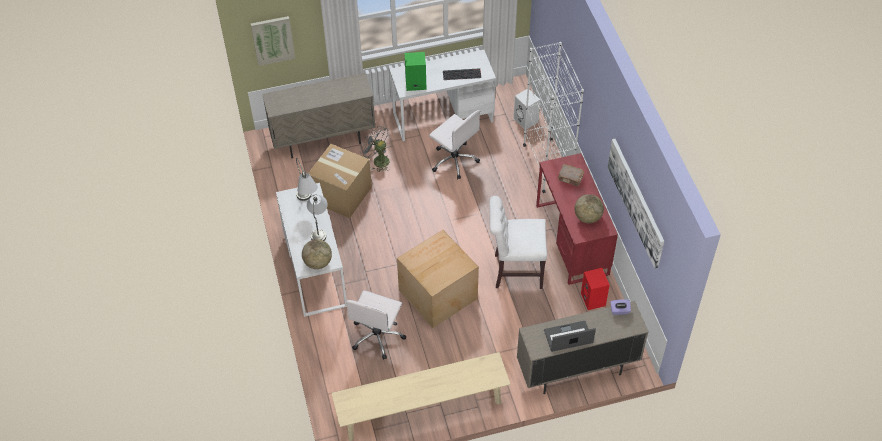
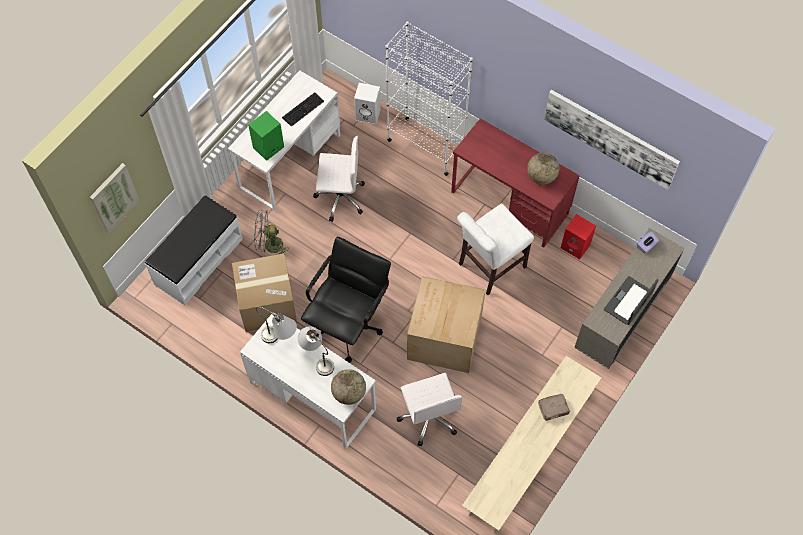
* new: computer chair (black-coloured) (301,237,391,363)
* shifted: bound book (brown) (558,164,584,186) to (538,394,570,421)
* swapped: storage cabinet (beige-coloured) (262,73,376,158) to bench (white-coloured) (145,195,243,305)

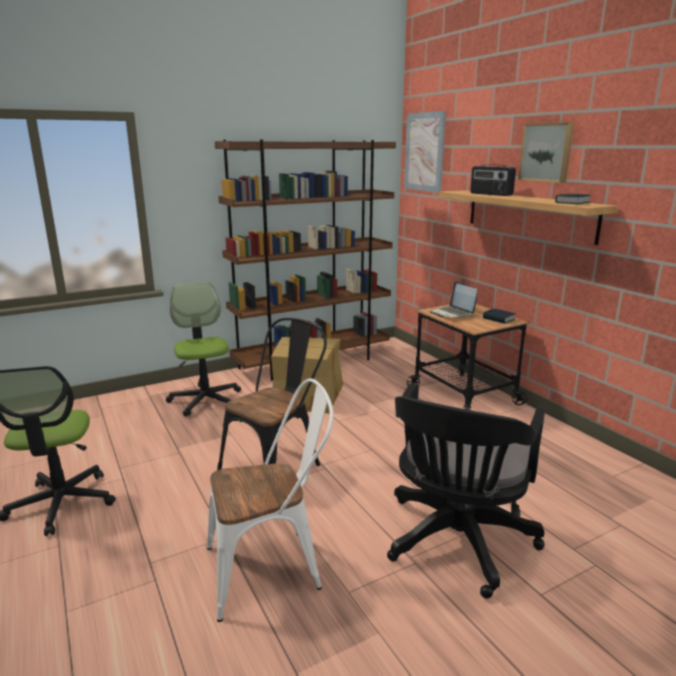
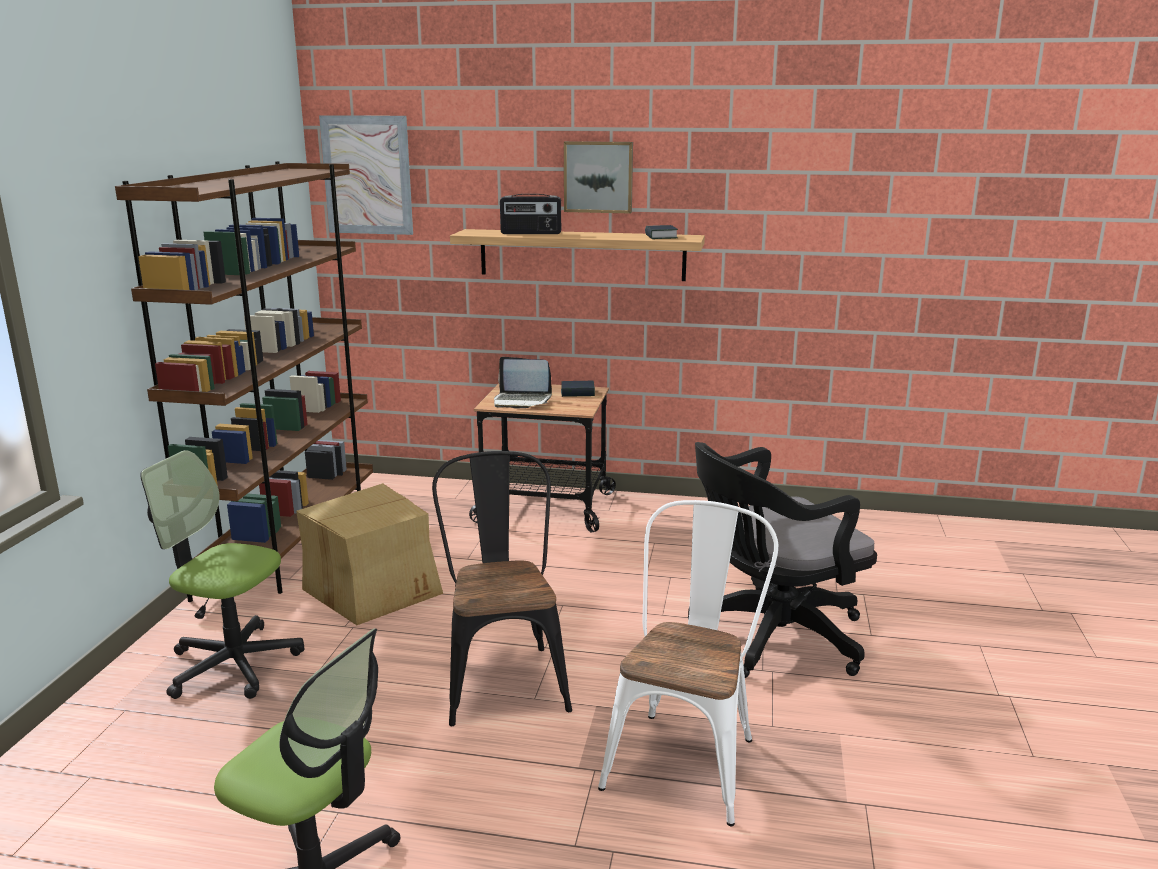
* rotated: computer chair (black-coloured) (387,383,545,599) = (688,442,877,678) 90 degrees clockwise

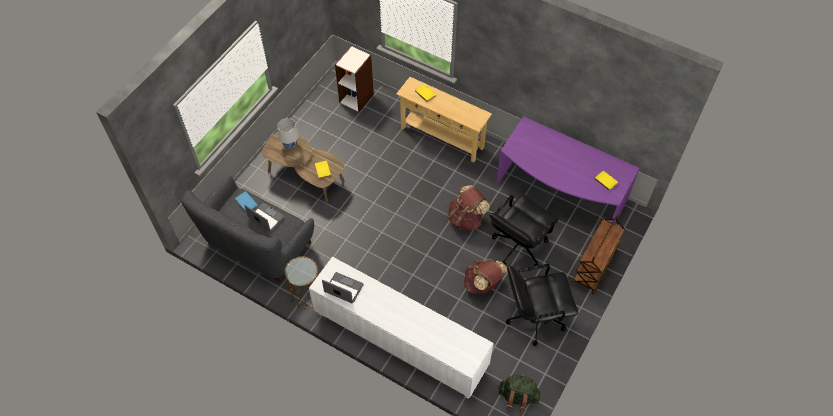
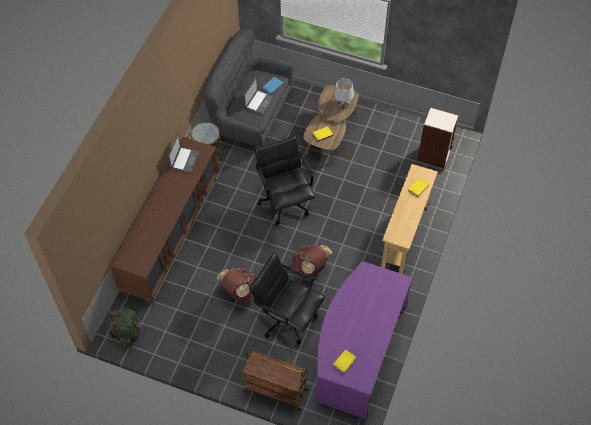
* shifted: computer chair (black-coloured) (506,264,578,346) to (255,136,315,225)
* repainted: storage cabinet (white-coloured) (309,257,494,399) to storage cabinet (brown) (111,137,219,304)

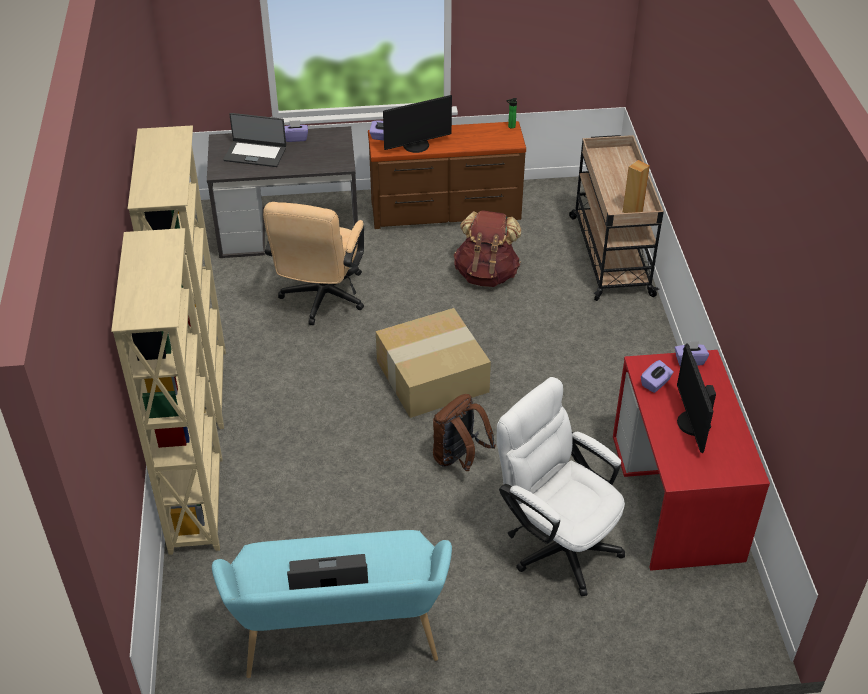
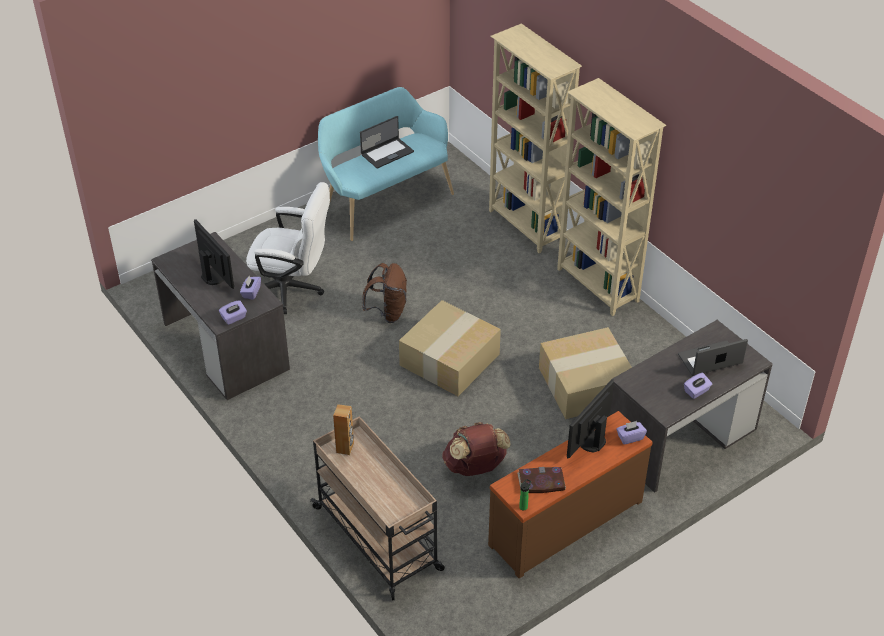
* new: bound book (517,467,566,493)
* swapped: computer chair (beige-coloured) (263,202,364,325) to carton (539,327,632,419)
* repainted: desk table (red-coloured) (613,350,770,571) to desk table (gray) (151,232,290,400)

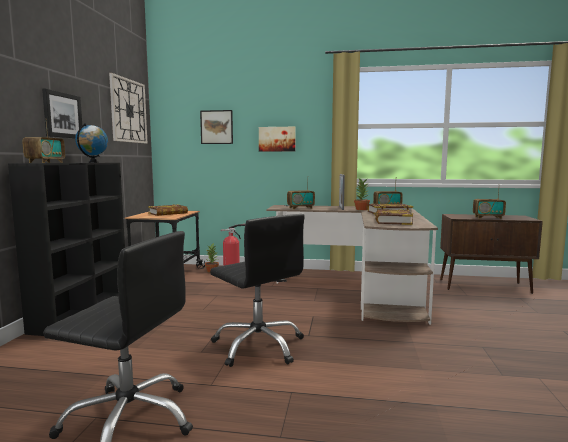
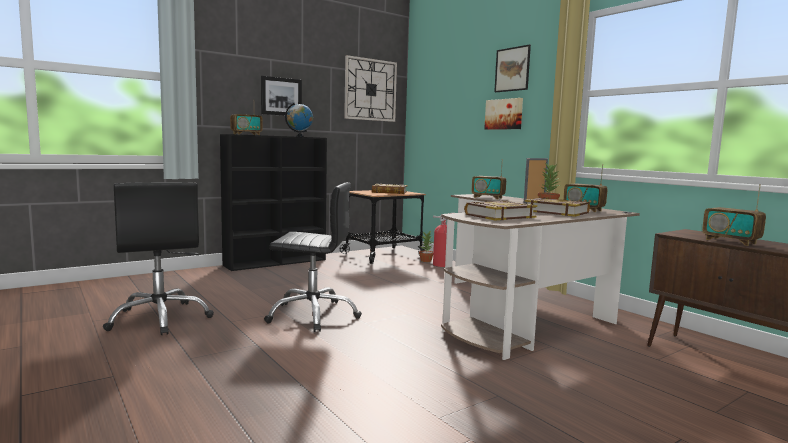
* shifted: wall picture (200,110,233,144) to (494,44,531,92)
* rotated: computer chair (black-coloured) (210,214,305,367) = (264,182,362,332) 90 degrees counterclockwise

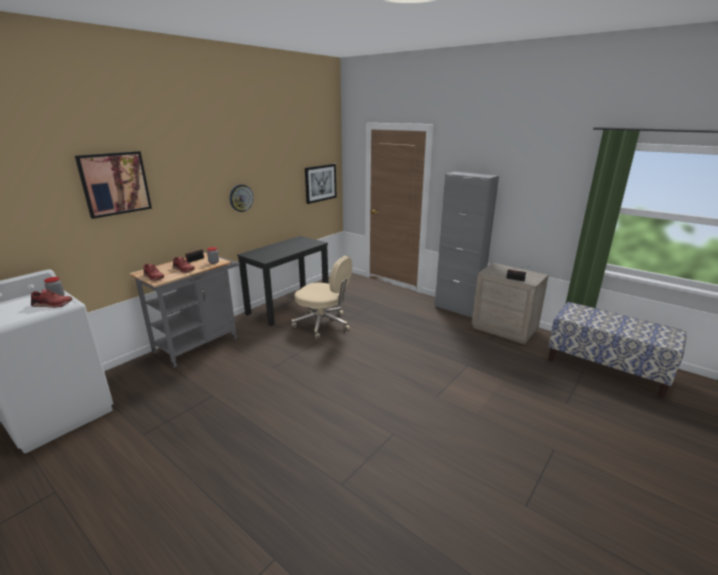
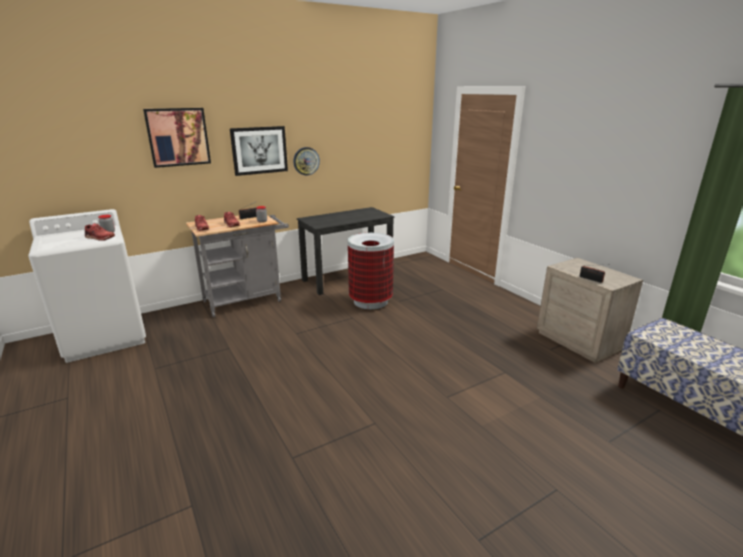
* gone: storage cabinet (gray) (435,172,499,317)
* shifted: wall picture (305,164,337,204) to (230,126,288,176)
* swapped: computer chair (beige-coloured) (291,256,352,339) to rubbish bin (348,233,394,309)

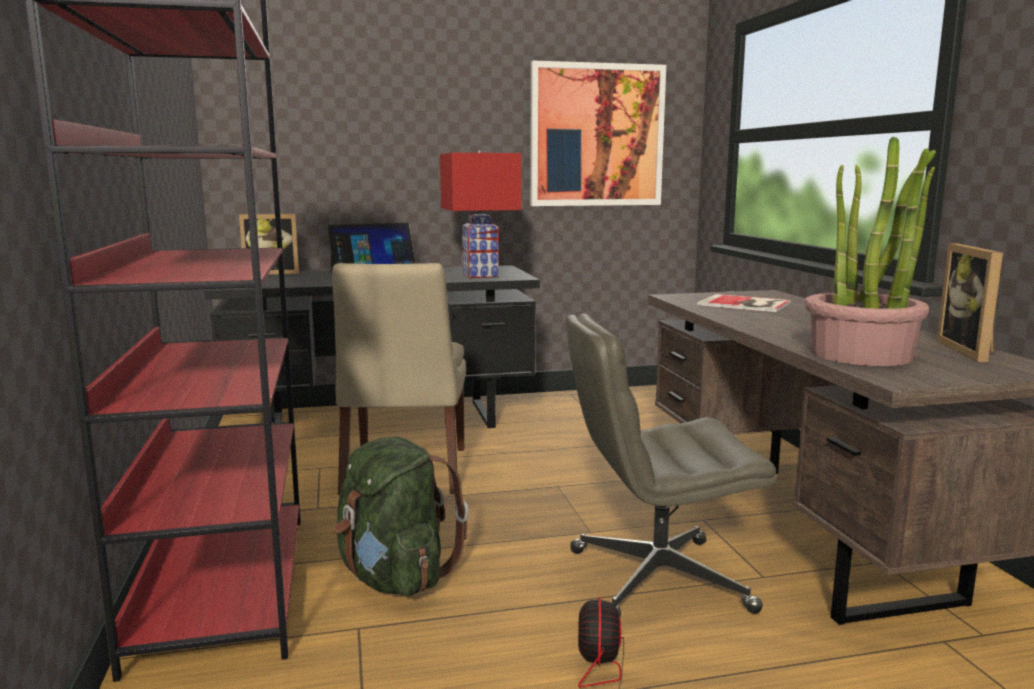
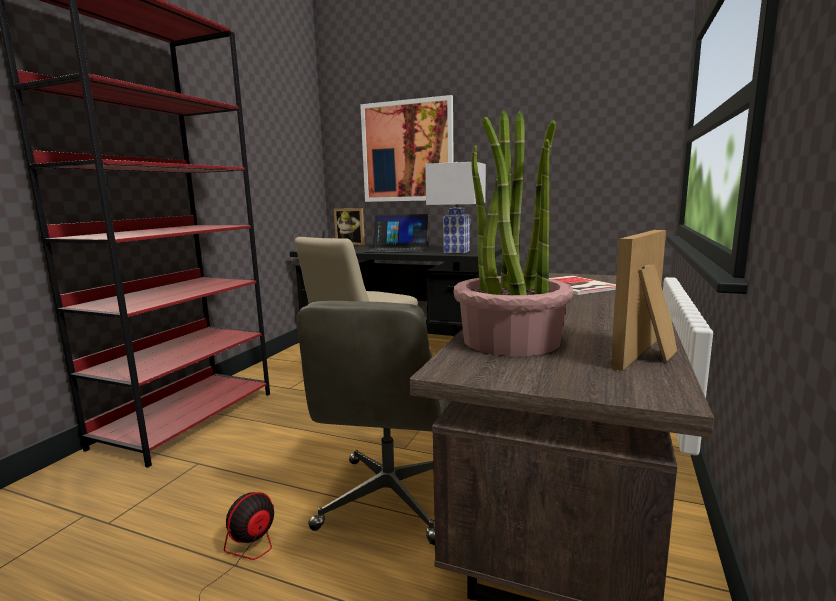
* gone: knapsack (green-coloured) (333,437,469,596)
* shifted: wall picture (530,61,666,206) to (360,95,454,202)
* repainted: lamp for a table (red-coloured) (440,150,521,278) to lamp for a table (white-coloured) (425,161,486,253)
* rotated: computer chair (gray) (566,314,777,617) = (297,301,450,545) 105 degrees counterclockwise

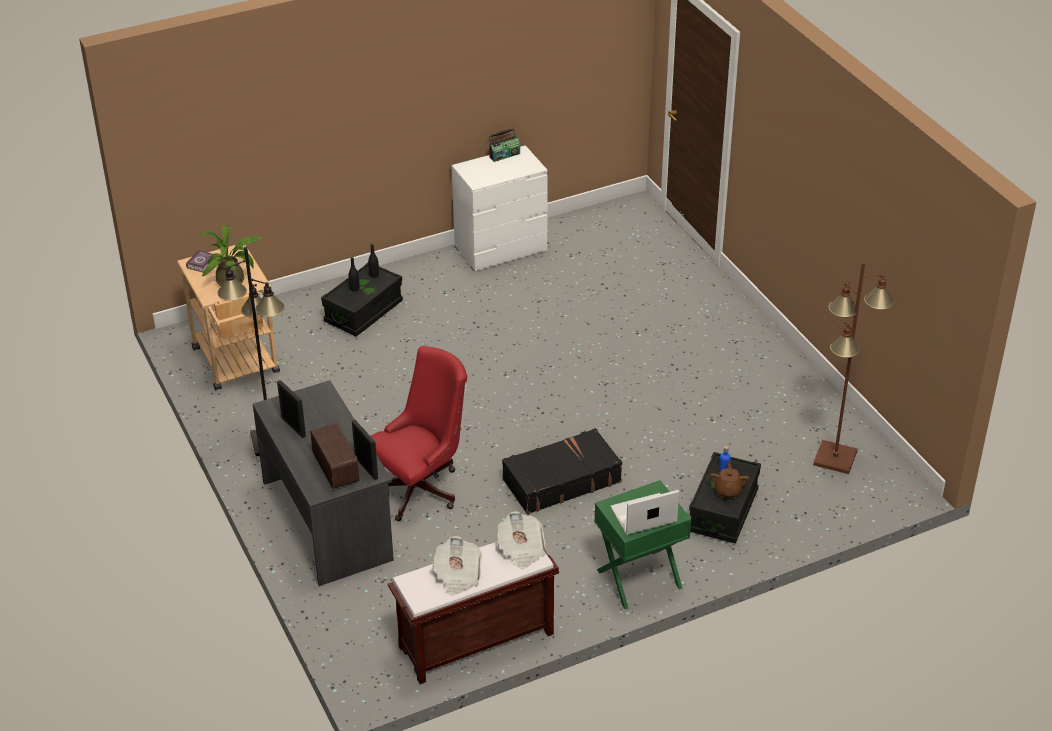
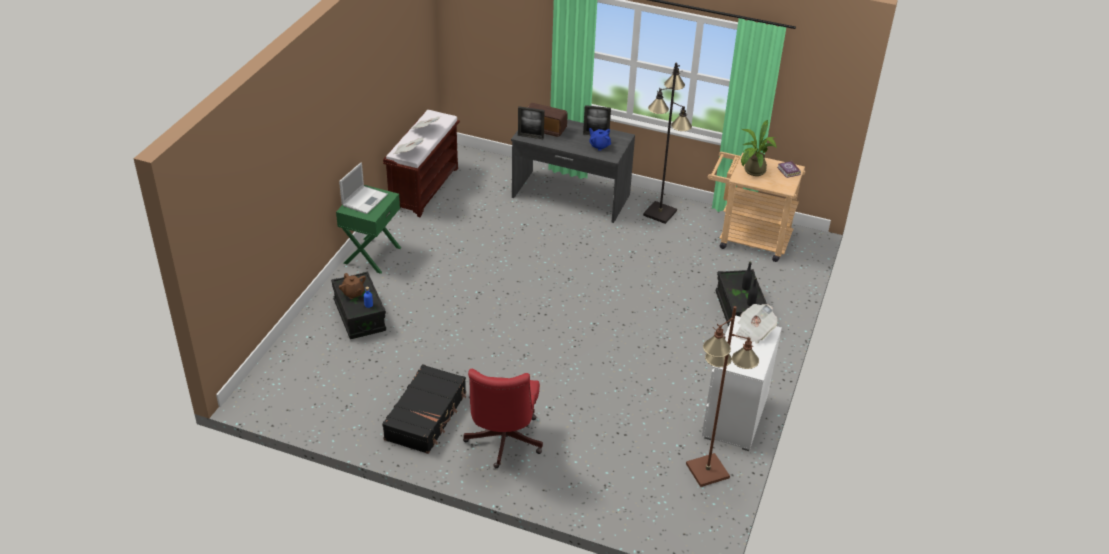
* gone: radio receiver (489,128,520,162)
* new: tea pot (bluish) (589,128,611,151)
* new: daily paper (736,304,778,343)
* shifted: computer chair (red-coloured) (371,346,467,521) to (463,369,543,468)
* shifted: piece of luggage (black-coloured) (502,428,622,514) to (382,364,466,454)
* shifted: standard lamp (brown) (813,262,894,474) to (686,306,759,487)

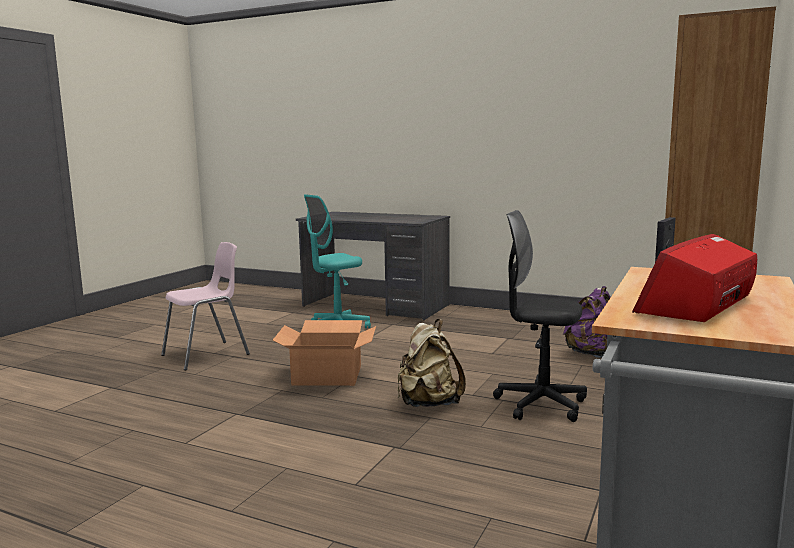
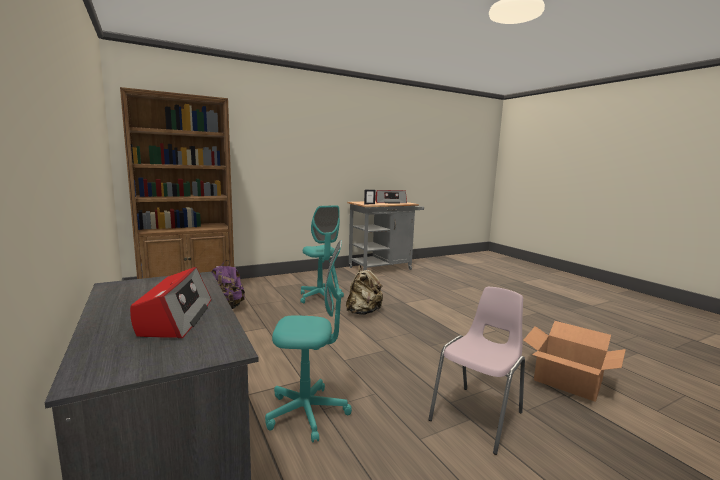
* new: radio receiver (130,267,212,338)
* shifted: carton (273,320,376,386) to (523,321,626,402)
* repainted: computer chair (black-coloured) (493,210,587,422) to computer chair (turquoise-coloured) (300,205,344,304)
* rotated: chair (pink-coloured) (161,242,250,370) = (428,287,525,455) 135 degrees clockwise

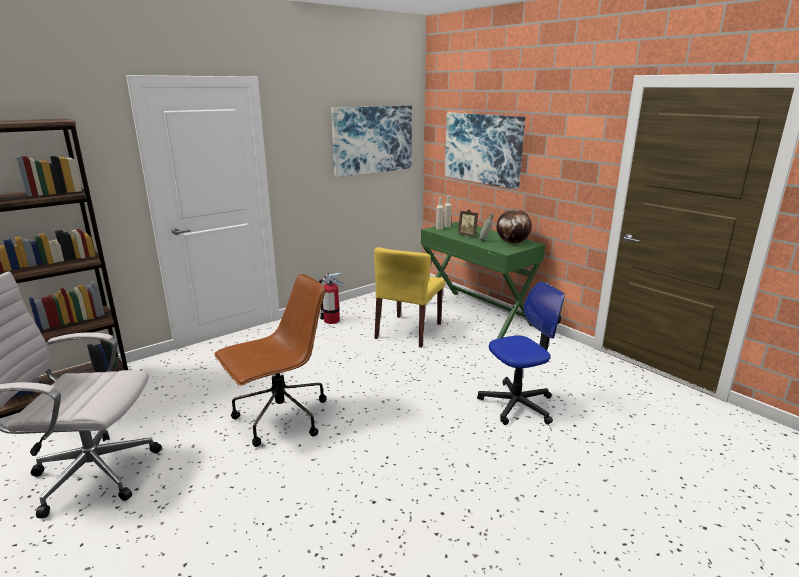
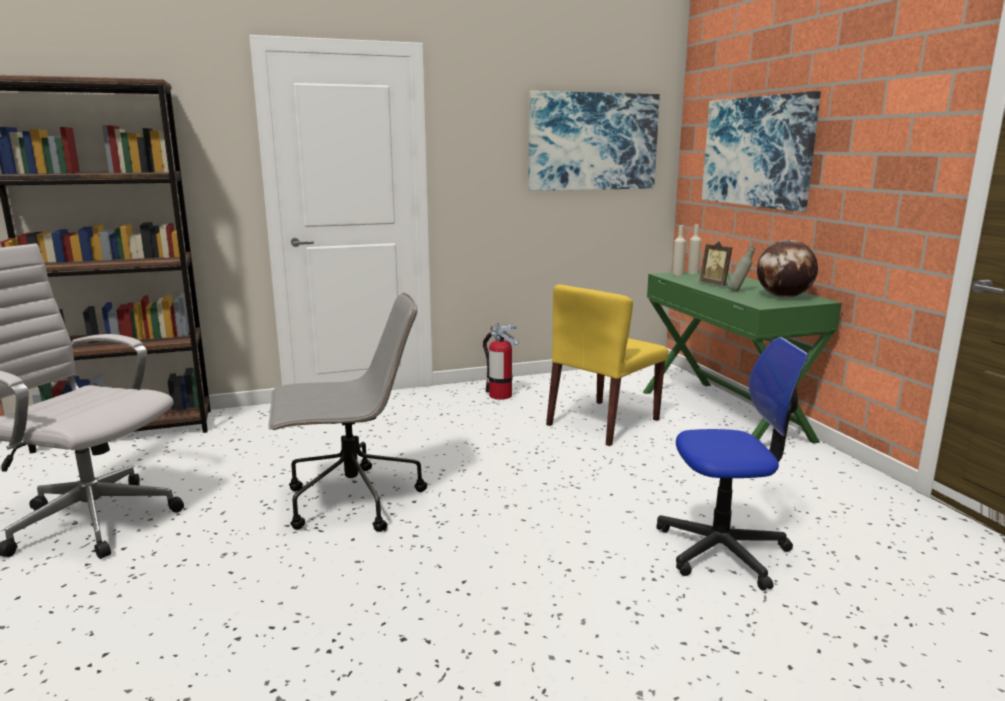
* repainted: computer chair (brown) (214,274,326,447) to computer chair (gray) (269,293,427,532)

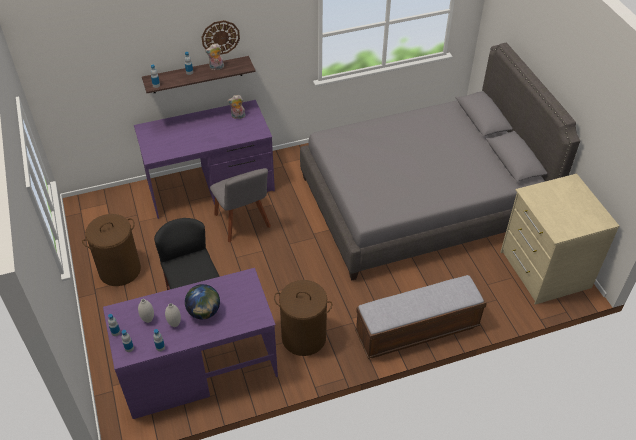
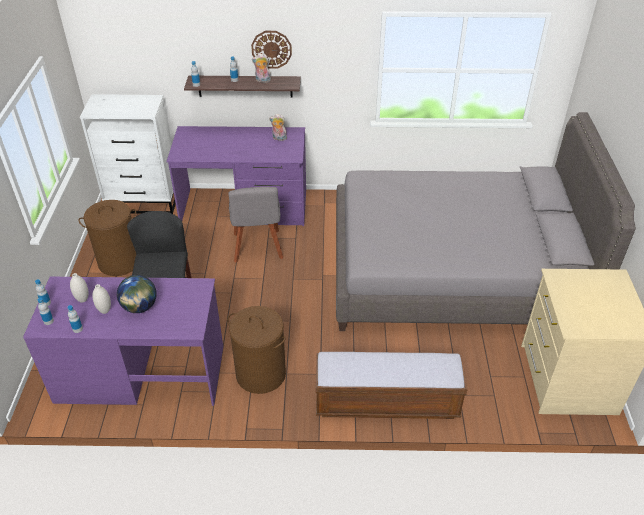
* new: dresser (white-coloured) (80,94,176,214)

